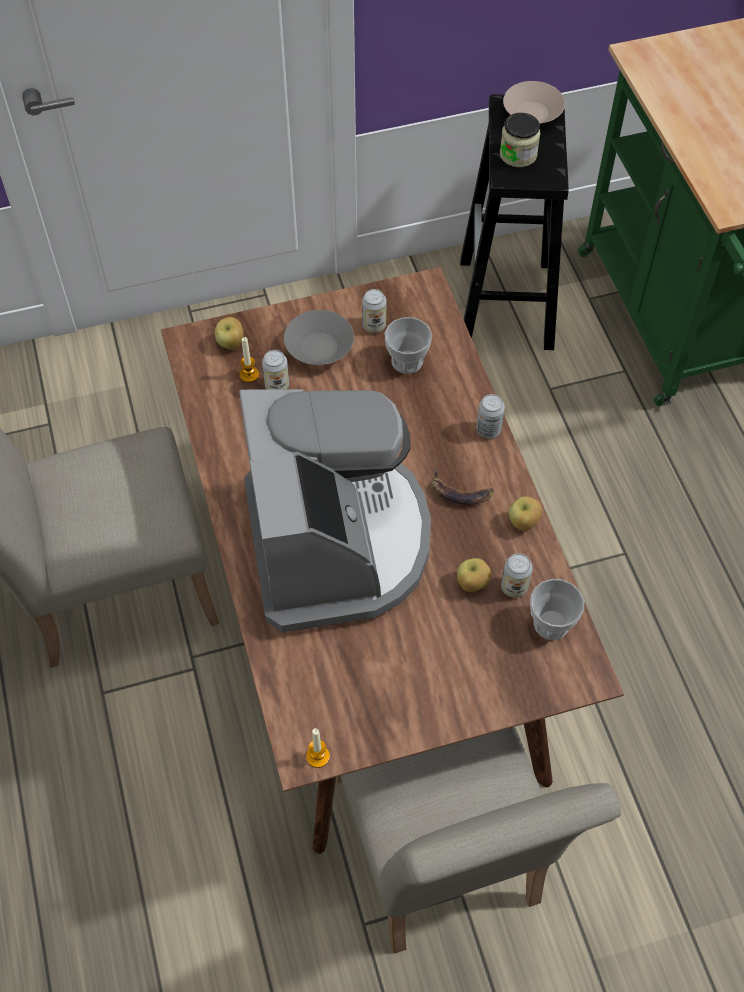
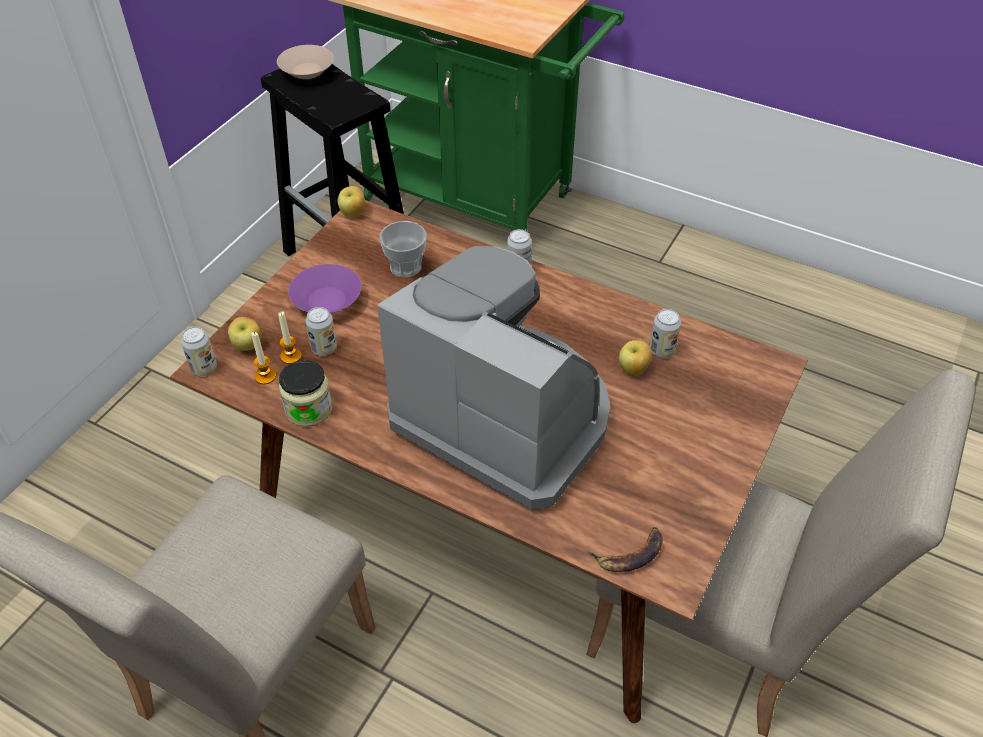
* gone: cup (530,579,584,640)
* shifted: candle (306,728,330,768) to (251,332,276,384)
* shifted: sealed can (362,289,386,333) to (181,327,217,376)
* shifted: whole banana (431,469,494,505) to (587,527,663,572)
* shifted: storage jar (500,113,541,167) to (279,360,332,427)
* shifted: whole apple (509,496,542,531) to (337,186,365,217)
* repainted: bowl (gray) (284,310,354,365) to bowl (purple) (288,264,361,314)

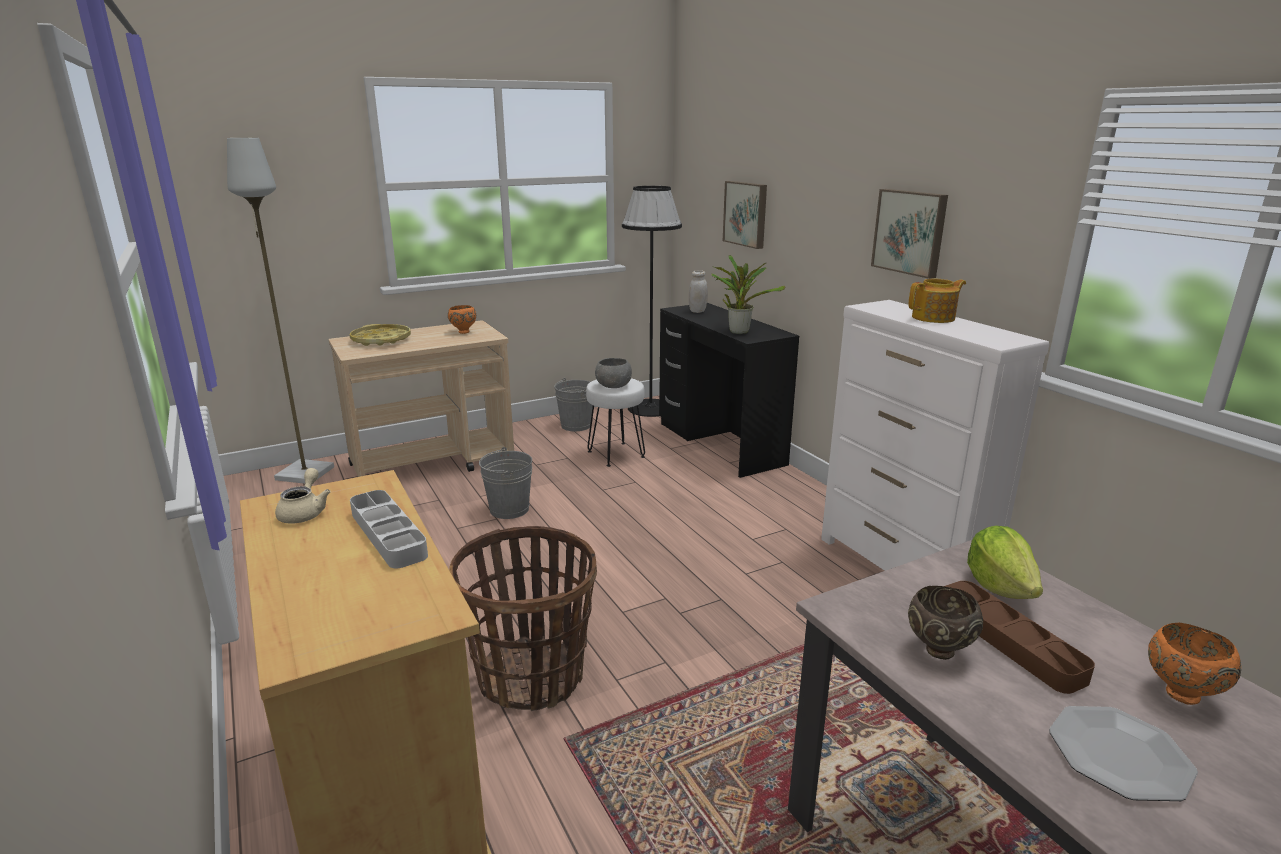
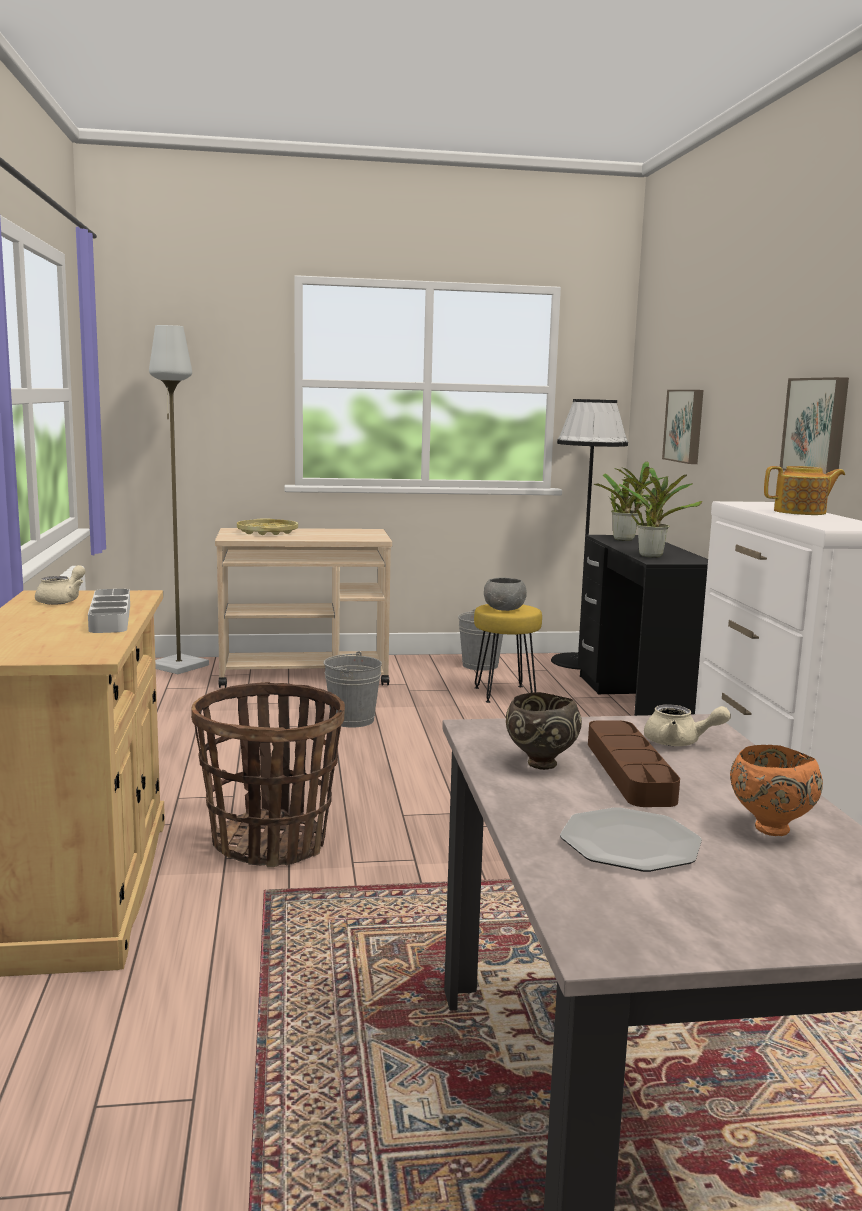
* gone: bowl (orange-coloured) (448,305,476,334)
* swapped: storage jar (white-coloured) (689,270,708,313) to houseplant (594,461,669,541)
* swapped: head of lettuce (967,526,1043,599) to tea pot (beige-coloured) (644,704,731,746)
* repainted: sitting stool (white-coloured) (586,378,645,467) to sitting stool (yellow-coloured) (474,604,542,703)

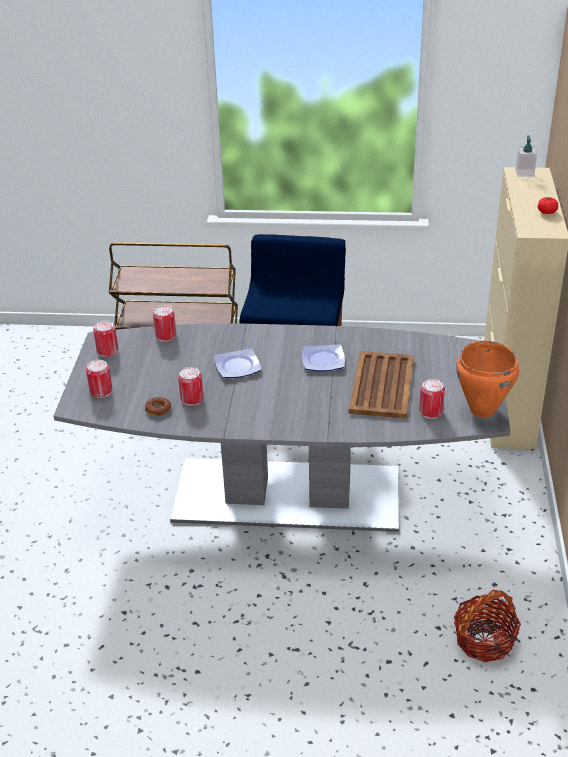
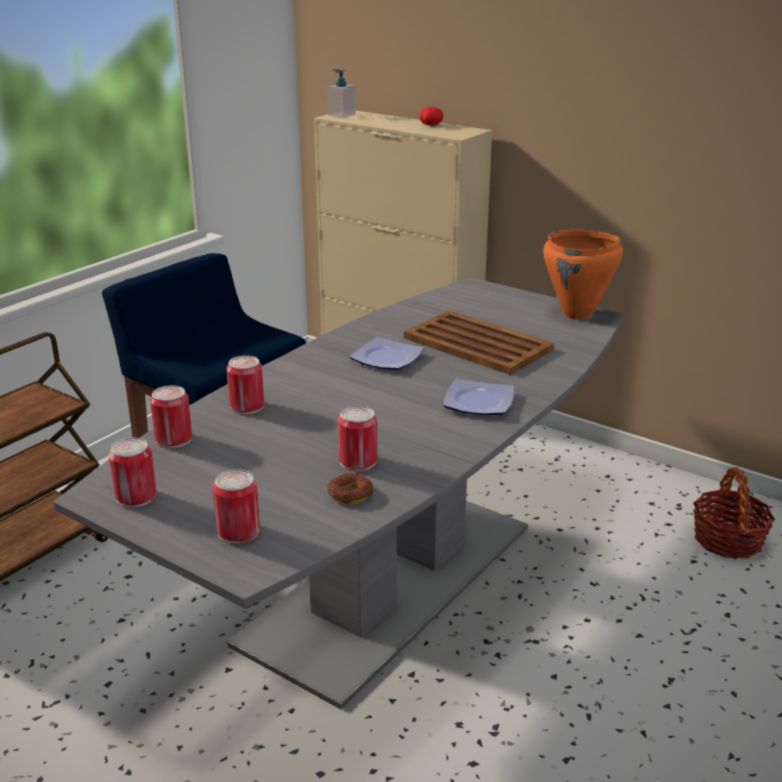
* shifted: plate (214,348,261,378) to (443,379,514,415)
* shifted: sealed can (419,379,445,419) to (226,355,264,414)

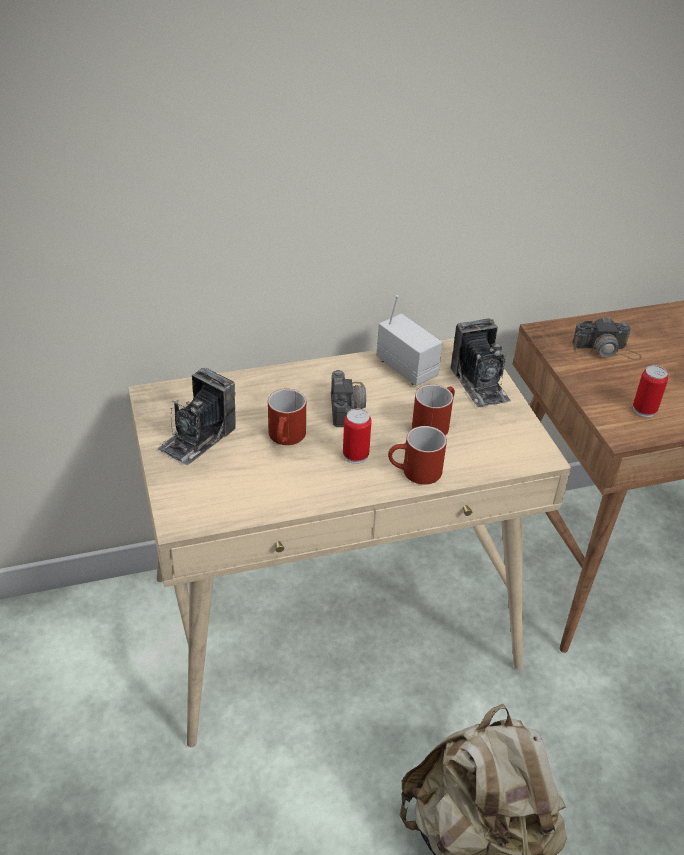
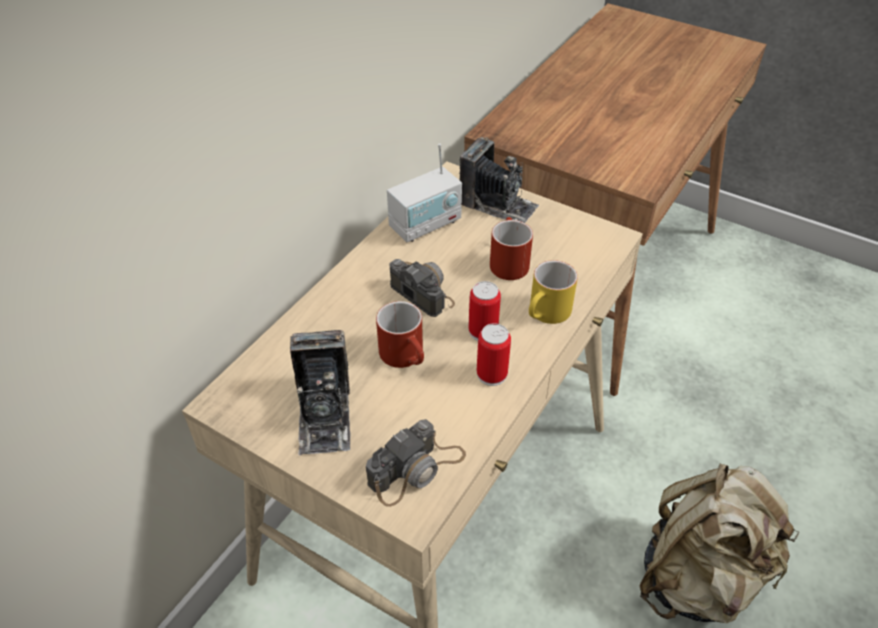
* shifted: still camera (572,317,642,360) to (366,419,466,507)
* shifted: sealed can (633,365,668,417) to (477,323,511,386)
* repainted: mug (red-coloured) (388,426,447,485) to mug (yellow-coloured) (529,260,578,324)
* rotated: radio receiver (377,295,442,386) = (387,144,462,242) 135 degrees clockwise

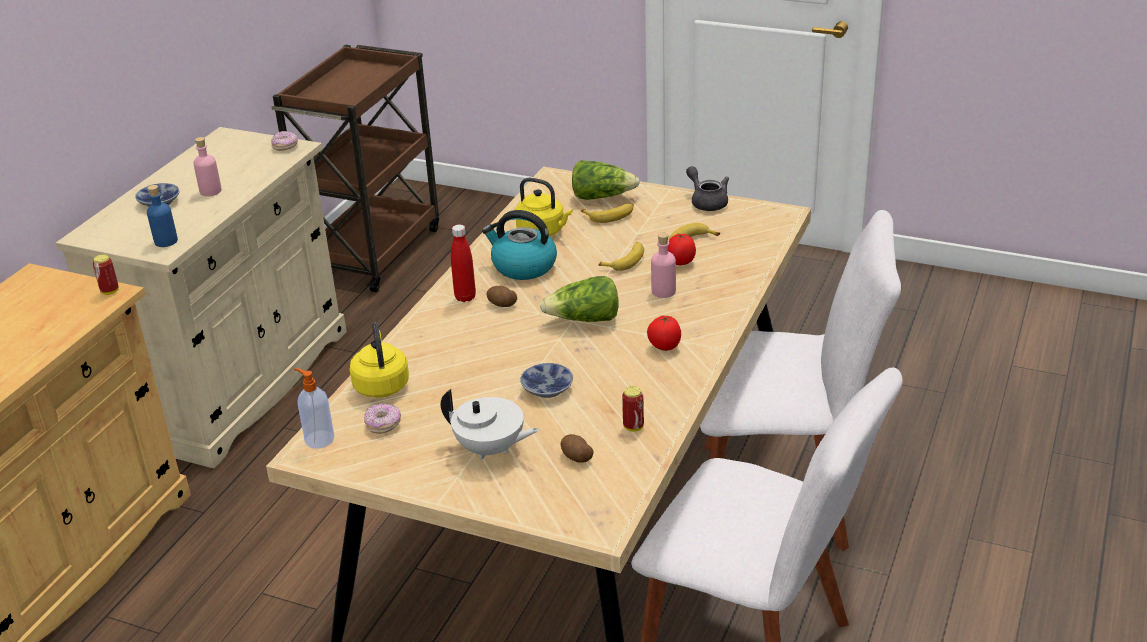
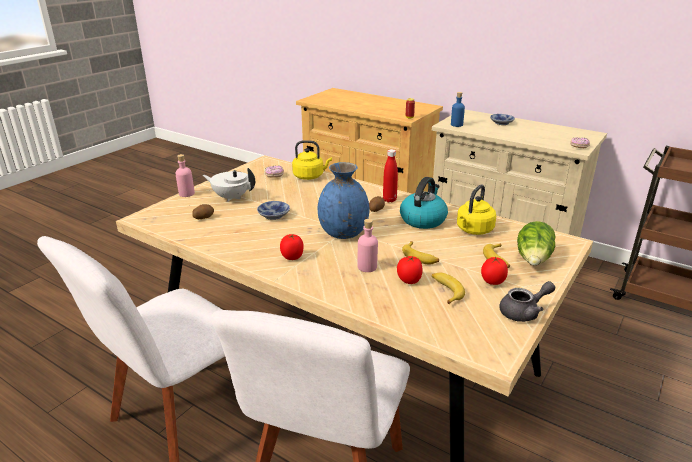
* gone: soap bottle (294,368,335,449)
* gone: sealed can (622,386,644,432)
* new: fresh tomato (481,256,508,285)
* shifted: drink bottle (pink-coloured) (193,137,222,196) to (175,154,195,197)
* swapped: head of lettuce (540,276,619,322) to flower vase (bluish) (318,162,370,239)
* rotated: tea pot (white-coloured) (441,389,540,460) = (203,168,255,202) 75 degrees clockwise

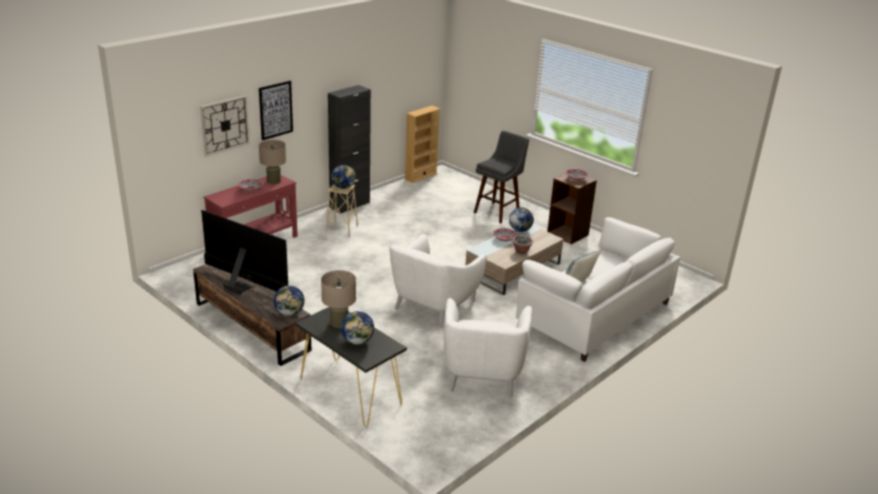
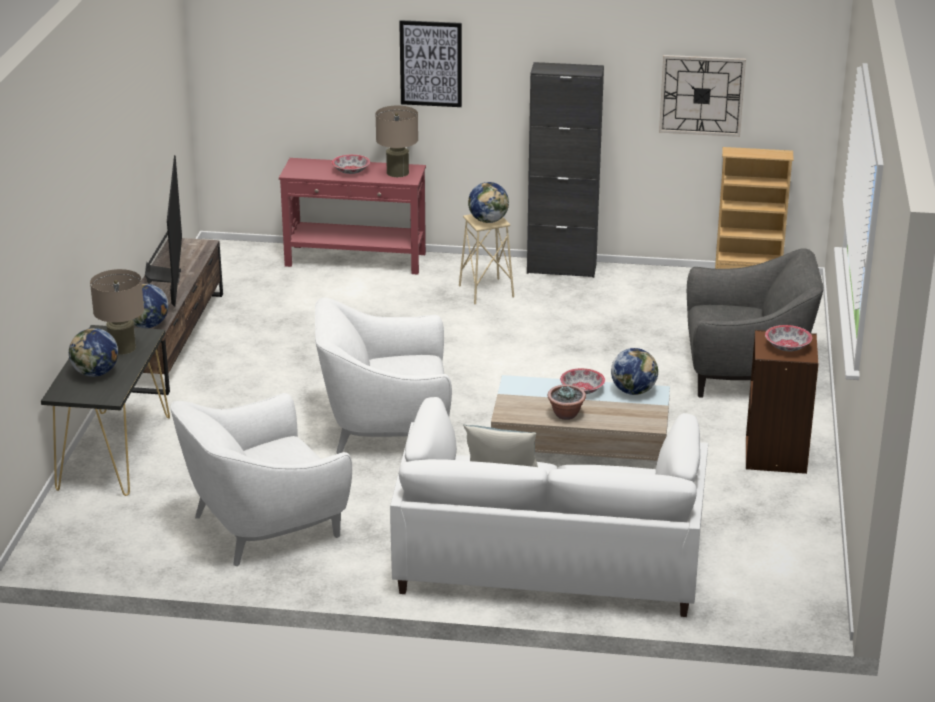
* shifted: wall clock (200,96,250,156) to (659,55,746,137)
* swapped: sitting stool (gray) (474,131,529,223) to lounge chair (gray) (687,248,823,398)

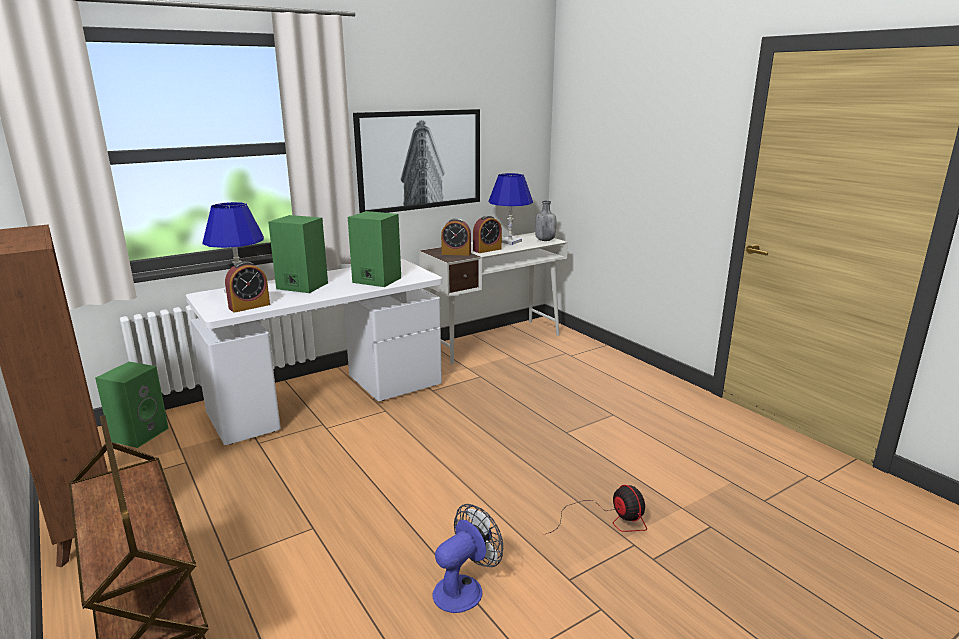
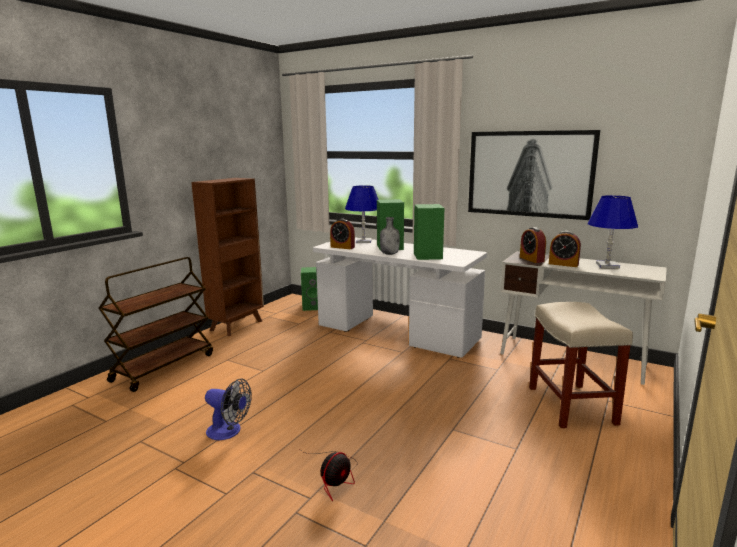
* new: sitting stool (beige-coloured) (529,302,633,428)
* shifted: drink bottle (gray) (535,201,556,241) to (380,217,400,255)

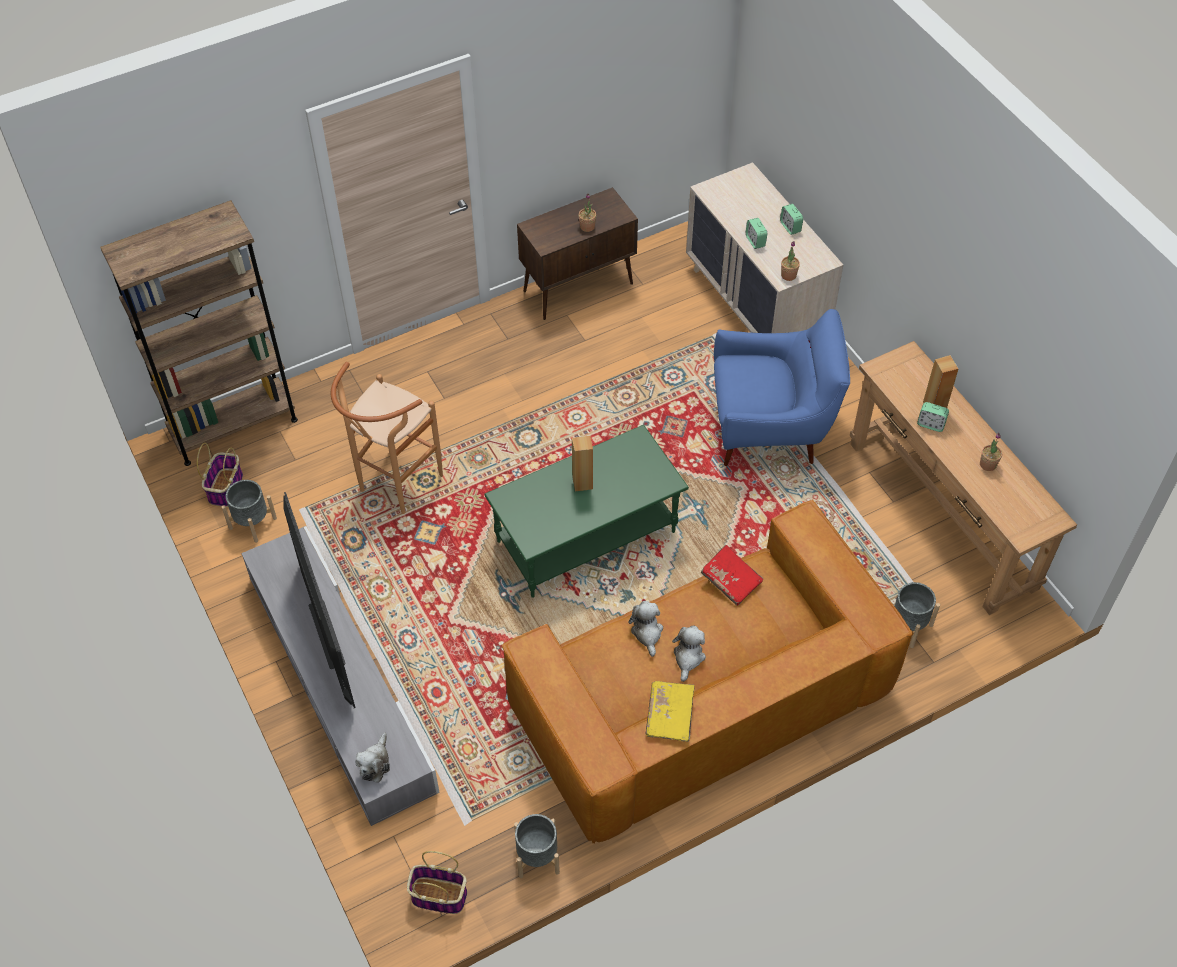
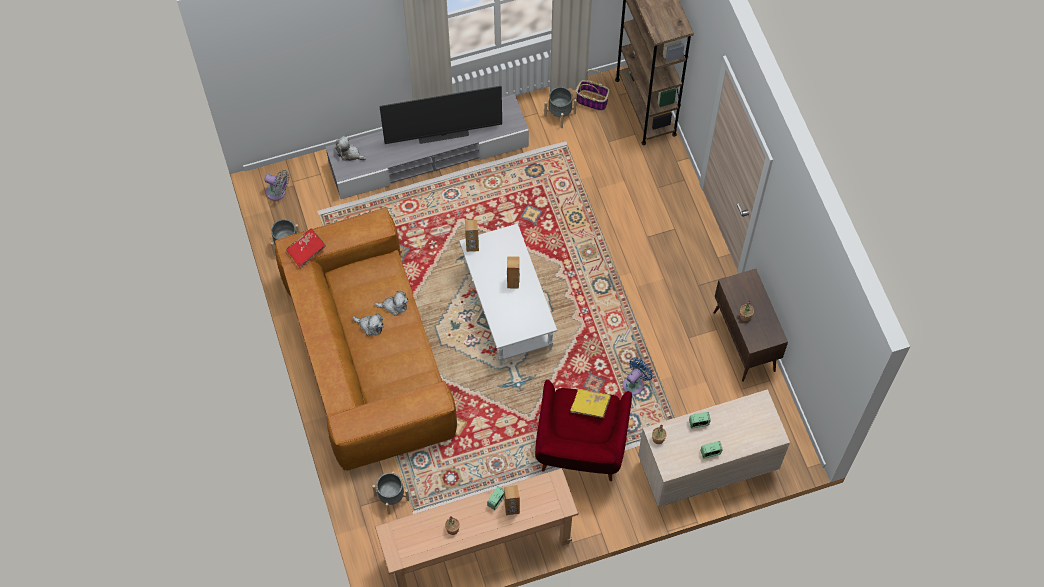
* gone: sitting stool (brown) (331,362,443,514)
* new: audio speaker (brown) (465,220,479,252)
* new: electric fan (bluish) (623,357,653,395)
* shifted: bound book (yellow-coloured) (645,681,695,742) to (570,389,611,418)
* shifted: bound book (red-coloured) (701,545,763,605) to (286,229,326,268)
* swapped: basket (407,851,467,914) to electric fan (gray) (264,170,289,201)
* repainted: coffee table (green-coloured) (485,425,689,598) to coffee table (white-coloured) (459,224,557,365)
* repainted: lounge chair (bluish) (714,309,850,466) to lounge chair (red-coloured) (535,380,632,481)

